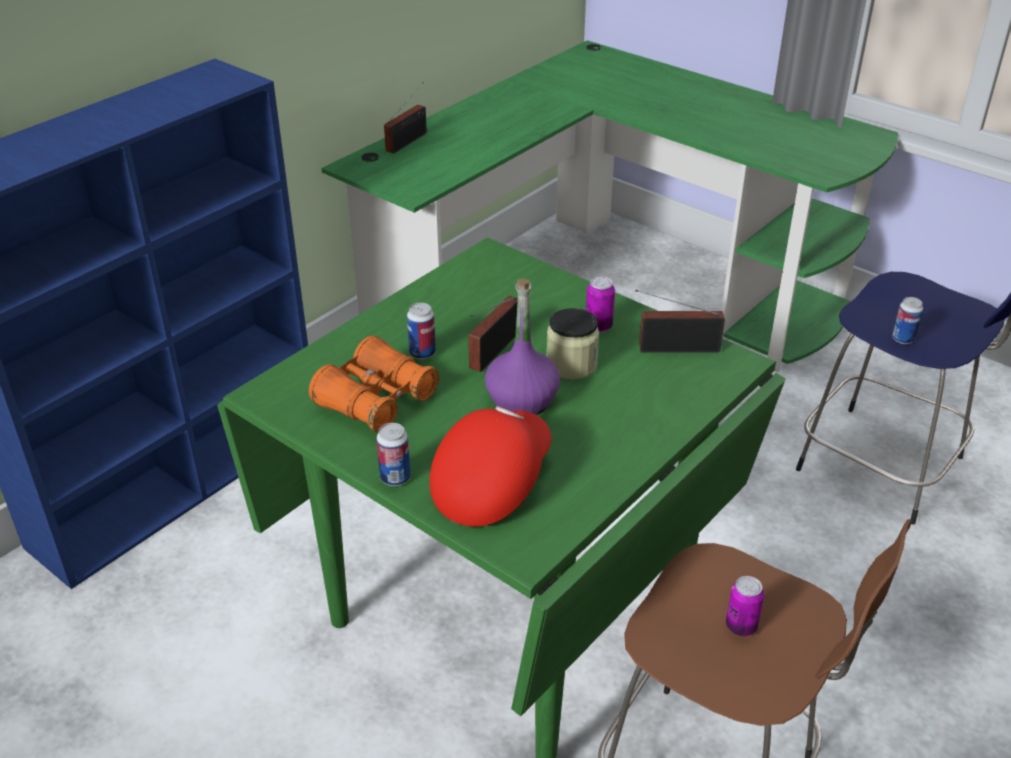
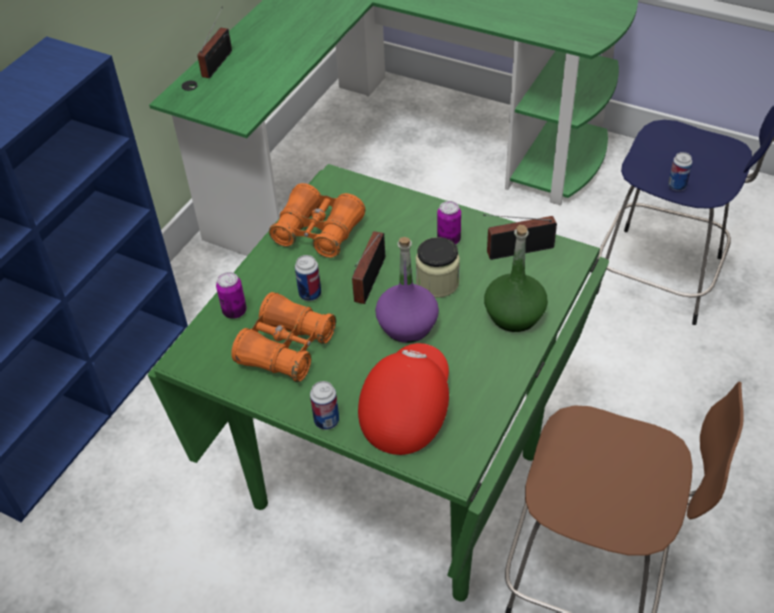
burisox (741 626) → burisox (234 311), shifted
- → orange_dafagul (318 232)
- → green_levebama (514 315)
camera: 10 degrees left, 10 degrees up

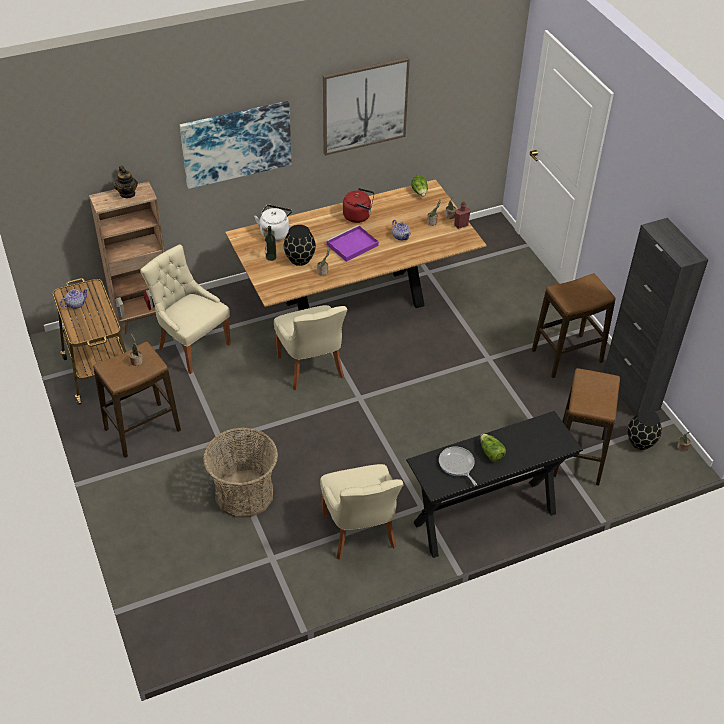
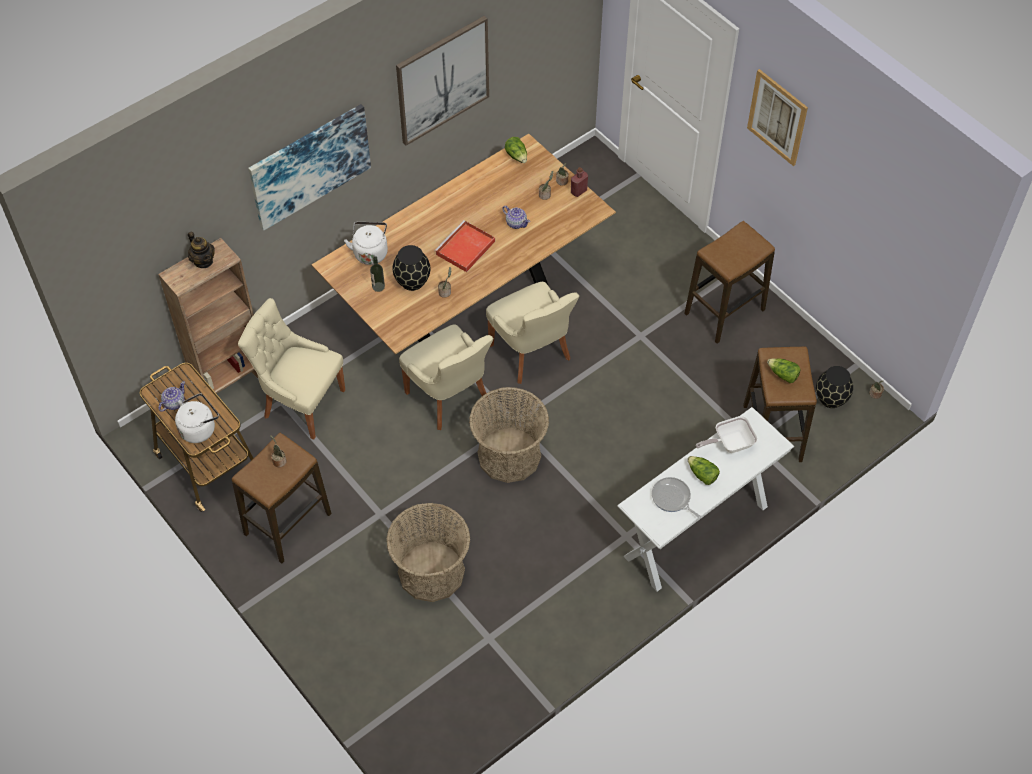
- → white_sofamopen (199 428)
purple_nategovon (351 245) → red_nategovon (465 249)
- → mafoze (509 455)
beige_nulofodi (360 533) → beige_nulofodi (532 354), shifted
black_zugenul (484 518) → white_zugenul (695 531)
- → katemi (729 443)
- → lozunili (777 117)
- → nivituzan (783 375)
red_sofamopen (359 216) → -
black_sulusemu (631 392) → -
camera: 15 degrees left, 10 degrees up

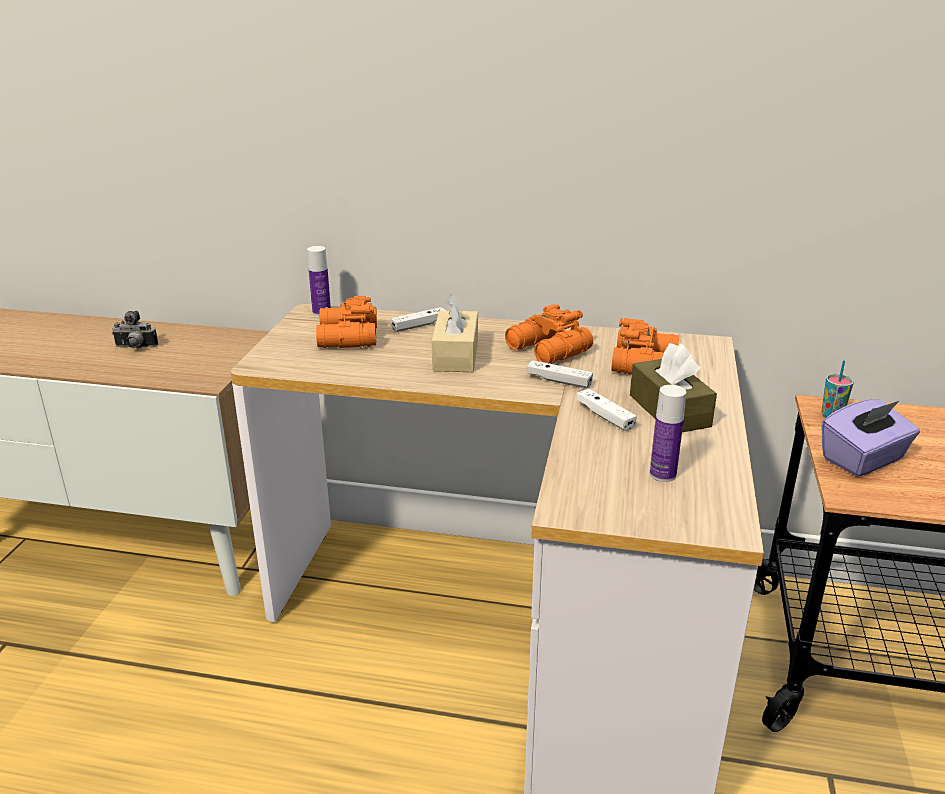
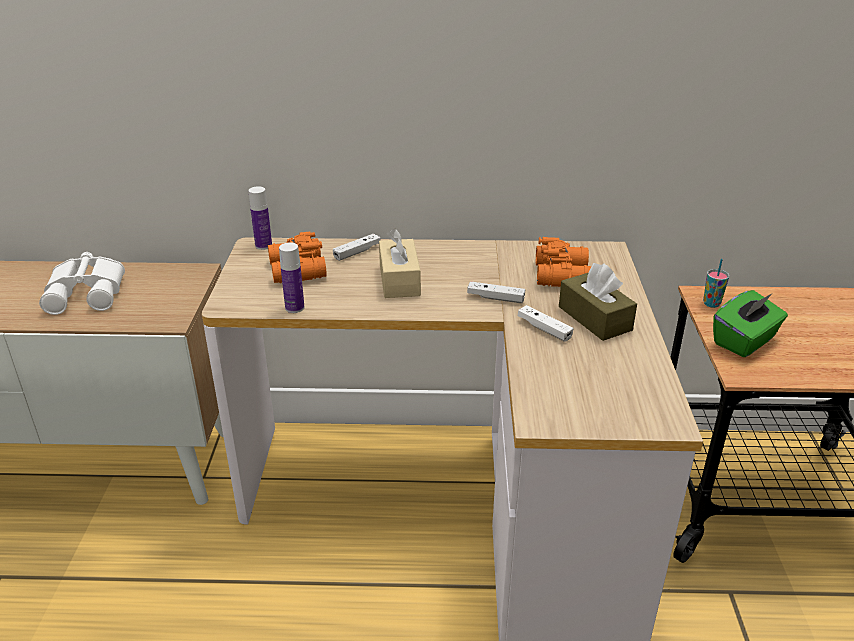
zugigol (135 348) → white_dafagul (88 292)
levebama (662 474) → levebama (294 308), shifted
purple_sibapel (863 460) → green_sibapel (745 341)
orange_dafagul (547 351) → -
camera: 10 degrees left, 5 degrees up

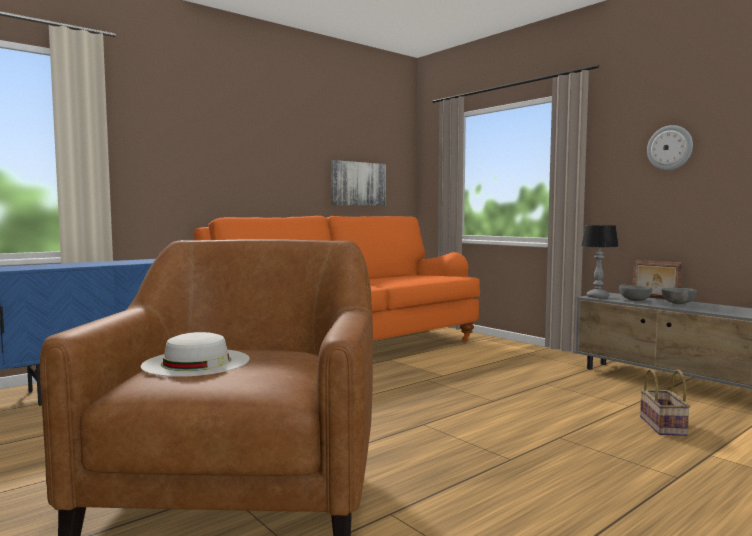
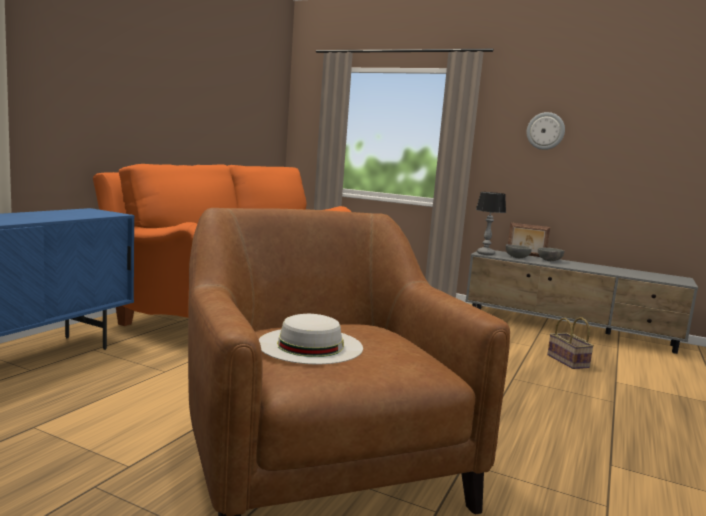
lozunili (358 184) → -
camera: 25 degrees left, 5 degrees up

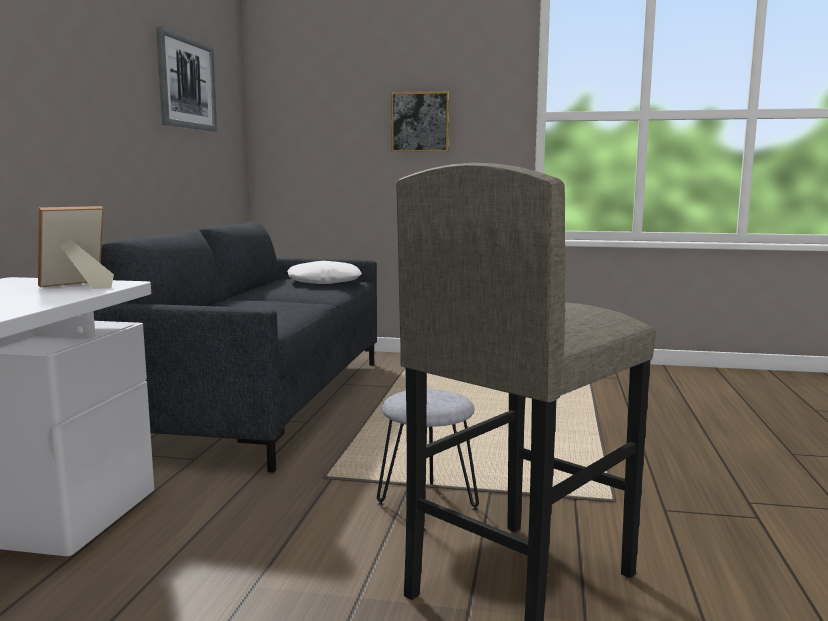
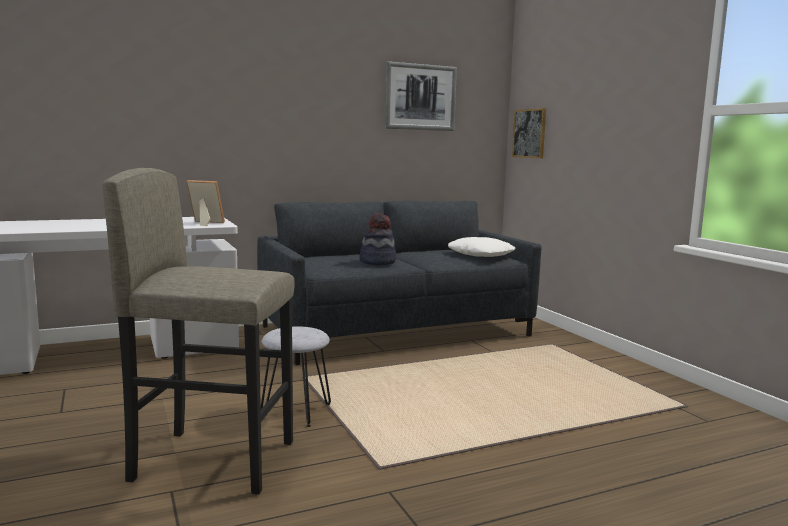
- → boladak (377 262)
lozunili (420 122) → lozunili (529 133), shifted
camera: 55 degrees right, 0 degrees up

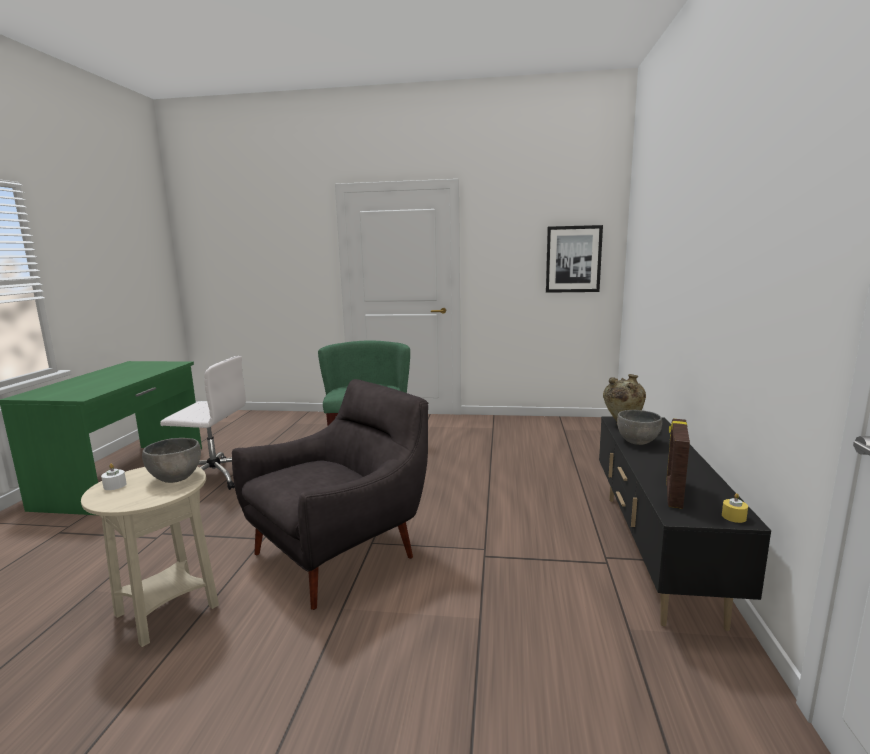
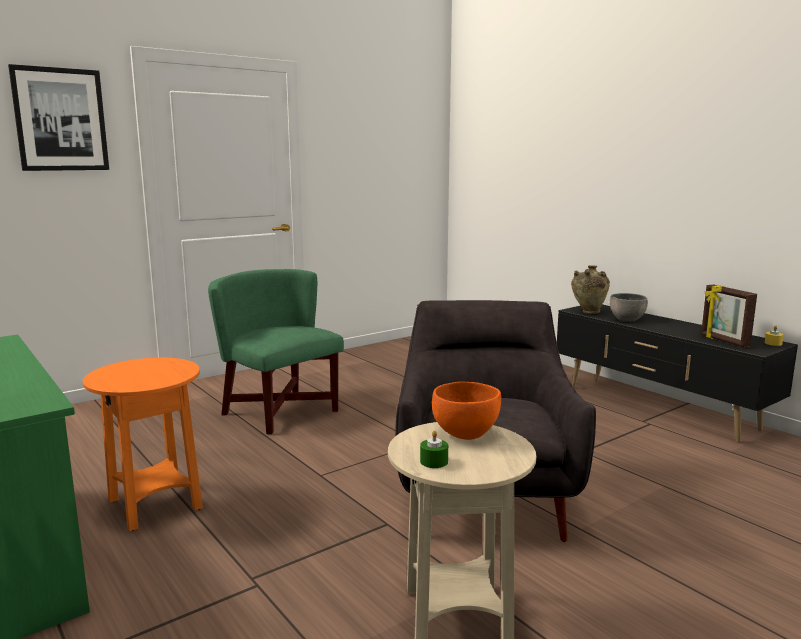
lozunili (573 259) → lozunili (60 119), shifted
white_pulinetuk (214 477) → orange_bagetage (155 505)
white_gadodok (115 485) → green_gadodok (434 461)
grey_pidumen (176 478) → orange_pidumen (466 434)
camera: 45 degrees left, 0 degrees up

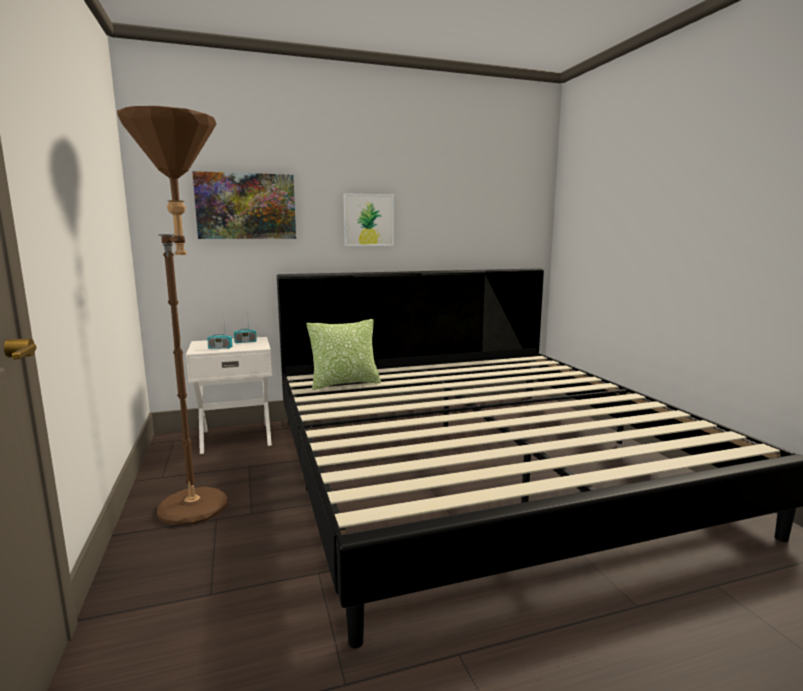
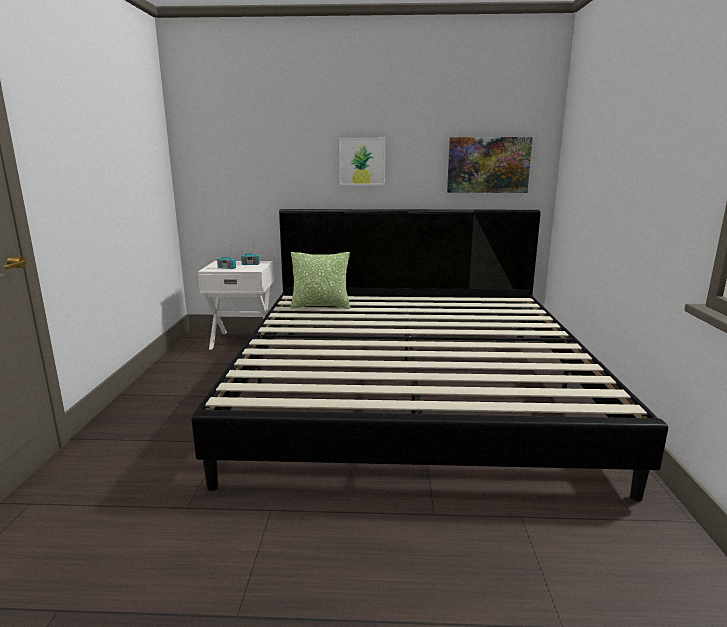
lozunili (246 206) → lozunili (488 165), shifted
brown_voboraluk (200 500) → -
camera: 20 degrees right, 5 degrees up

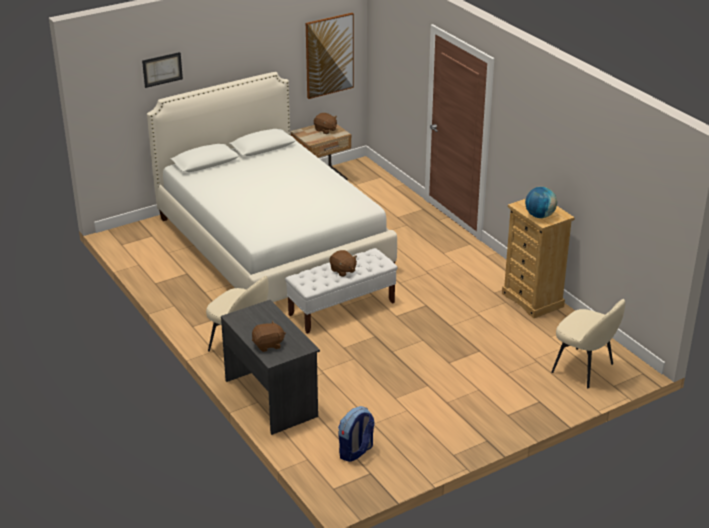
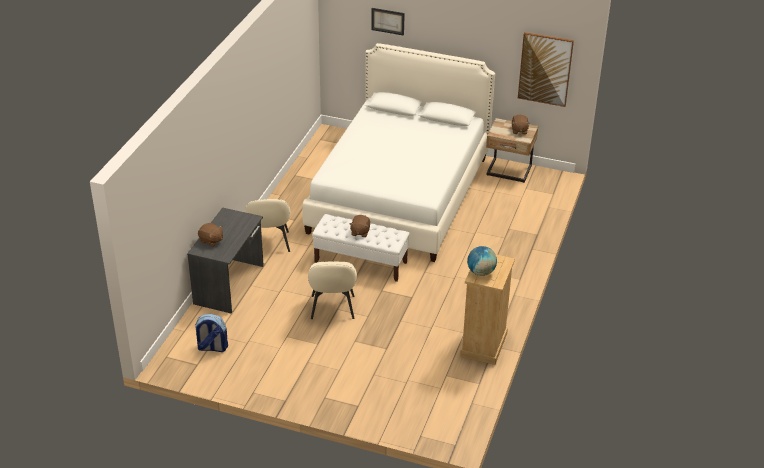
beige_nulofodi (584 368) → beige_nulofodi (332 308), shifted
camera: 50 degrees right, 5 degrees up

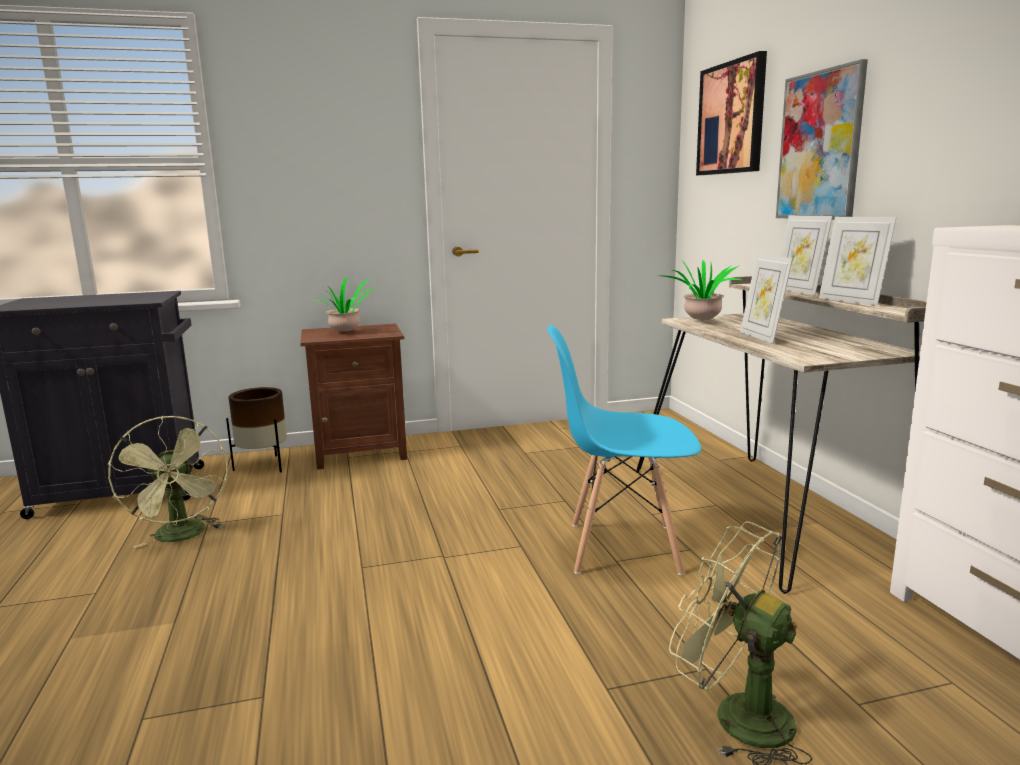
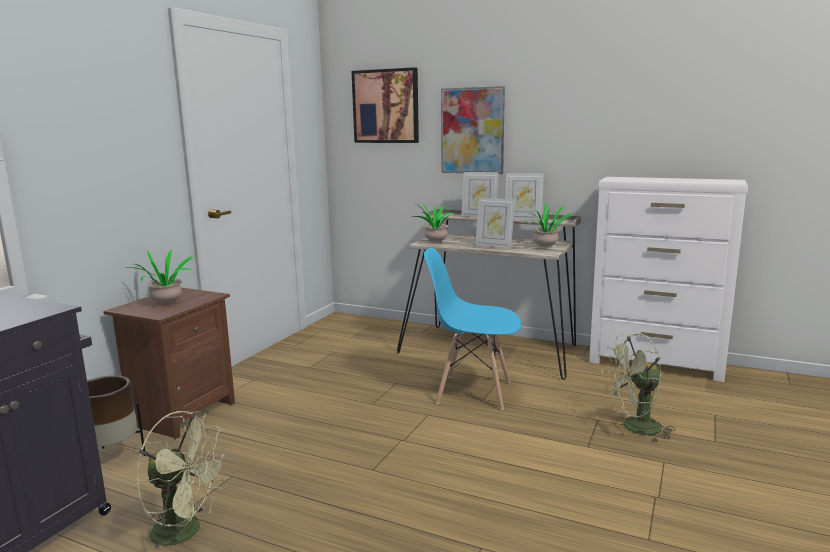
blue_nulofodi (622 548) → blue_nulofodi (473 392), 60 degrees clockwise
- → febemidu (546 247)
camera: 50 degrees left, 0 degrees up

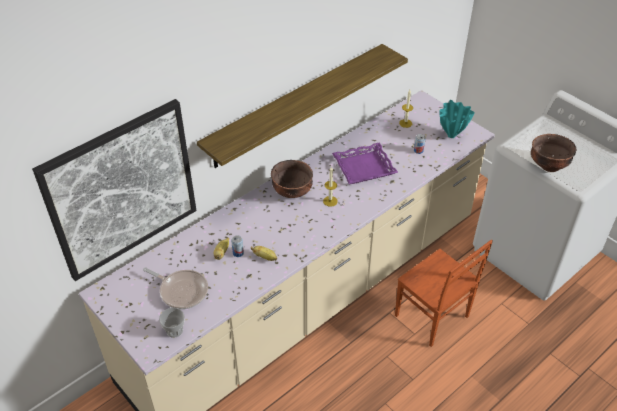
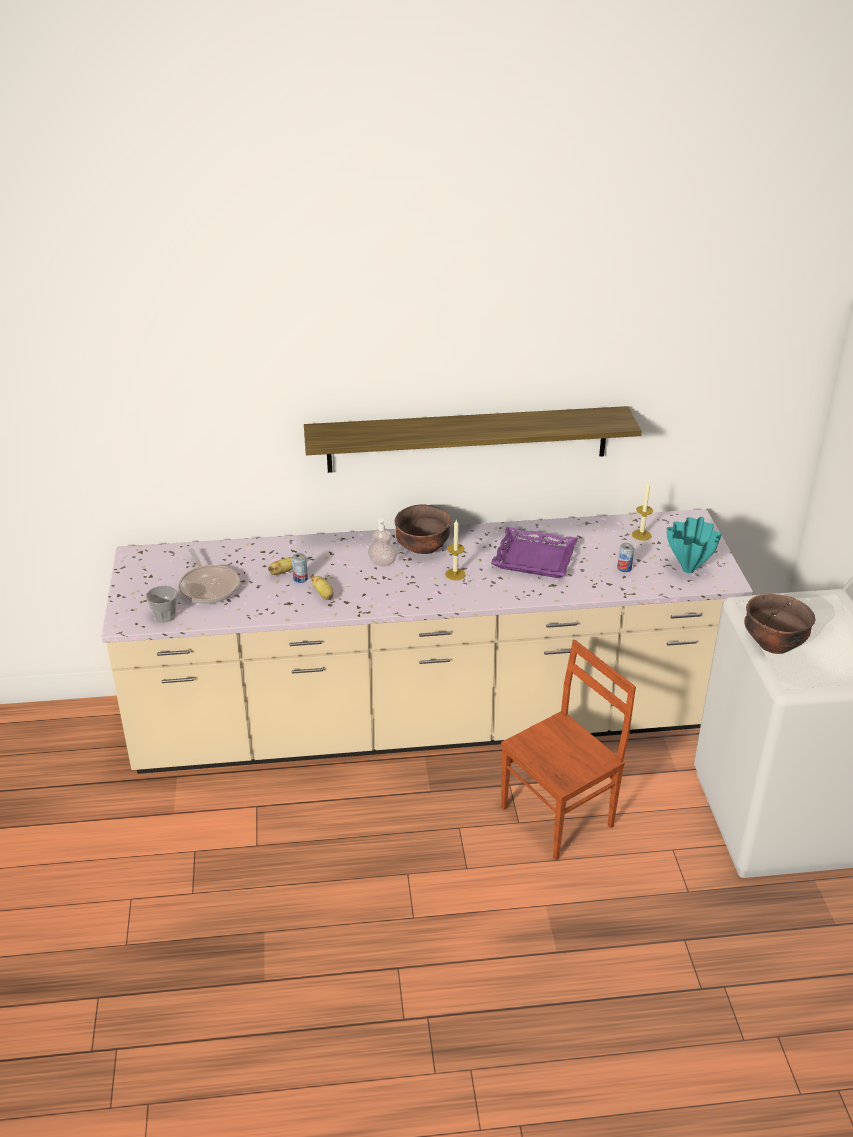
- → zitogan (382 562)
brown_nulofodi (432 317) → brown_nulofodi (559 817), 120 degrees counterclockwise
lozunili (122 190) → -
camera: 35 degrees right, 10 degrees down

